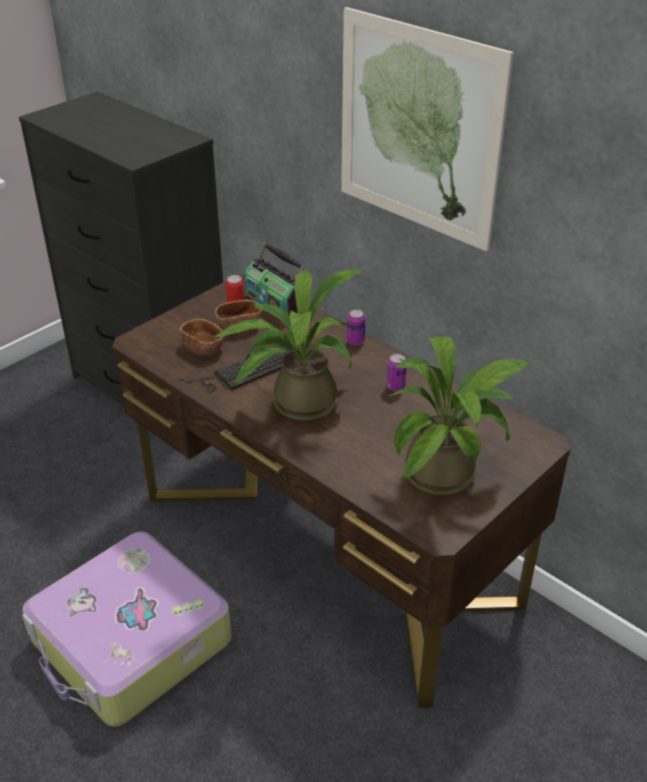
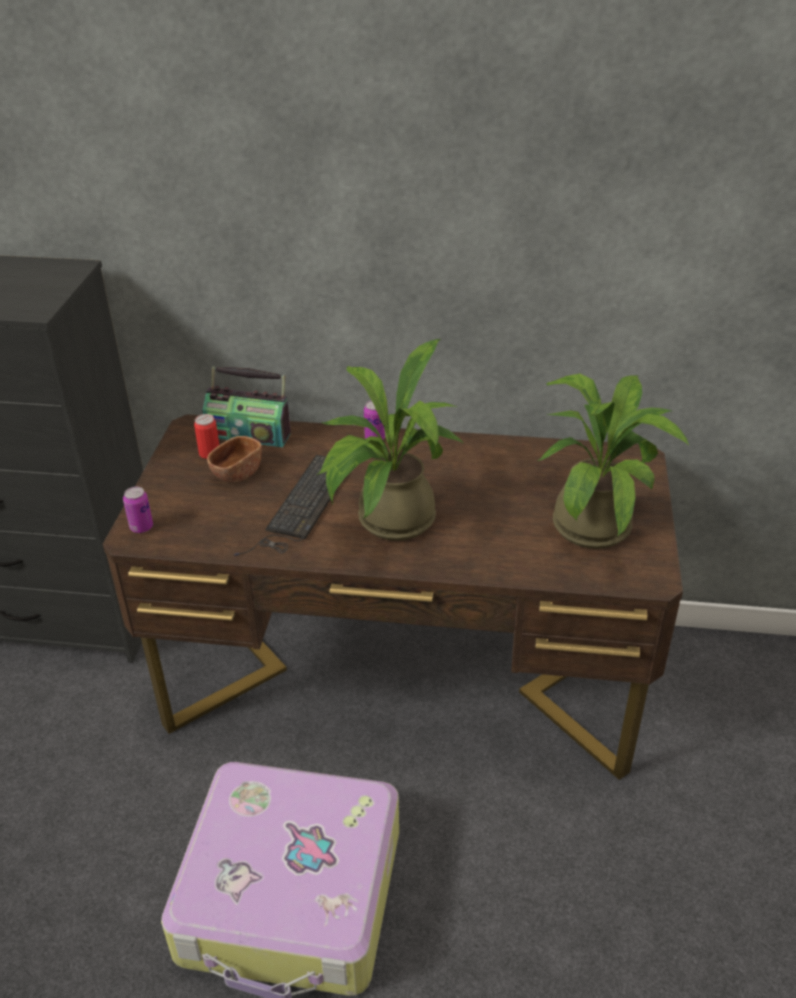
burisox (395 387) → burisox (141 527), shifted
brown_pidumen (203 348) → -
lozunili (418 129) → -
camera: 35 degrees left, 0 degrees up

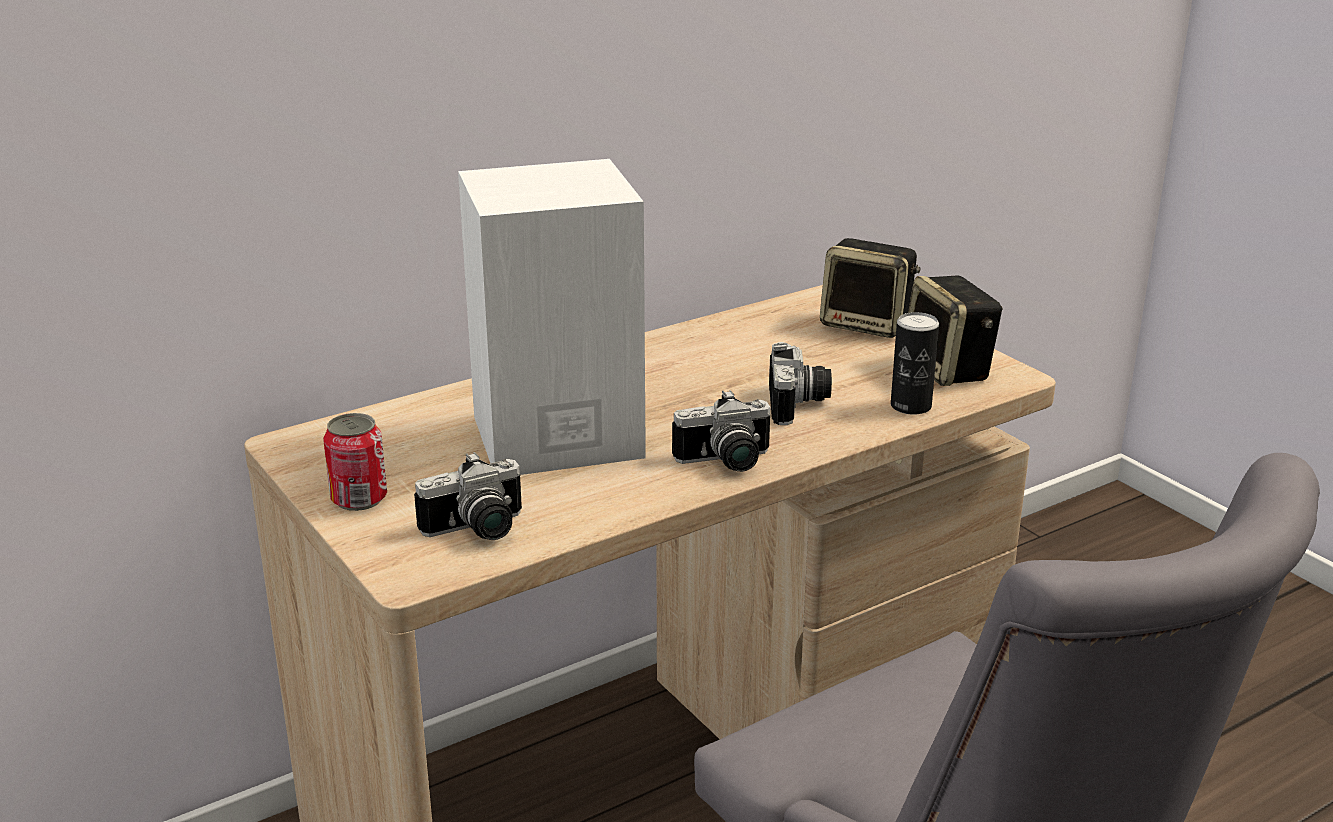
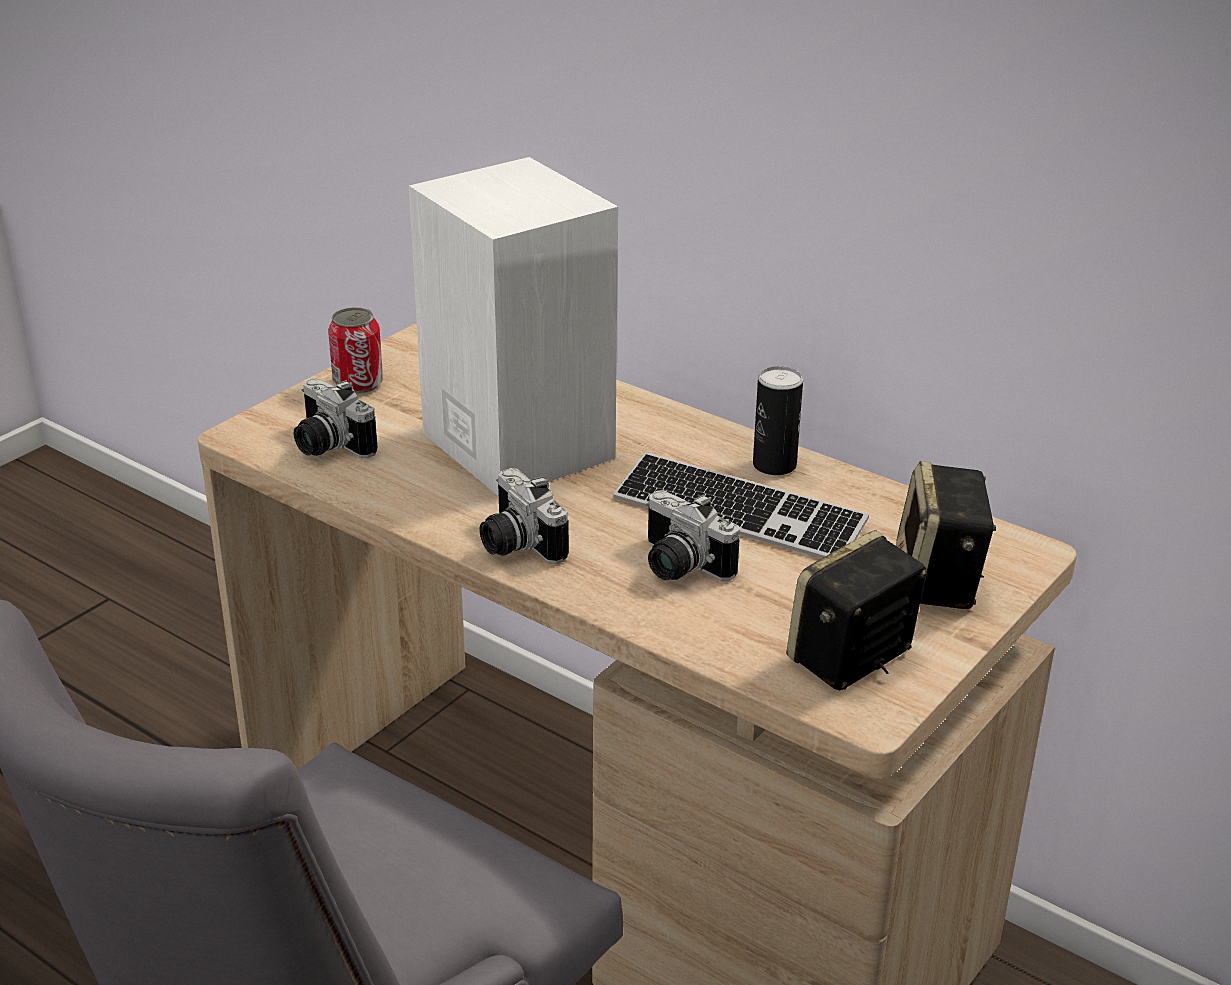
- → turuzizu (738 513)
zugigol (799 404) → zugigol (678 567), 60 degrees clockwise
burisox (911 406) → burisox (774 465), shifted
camera: 70 degrees right, 5 degrees up

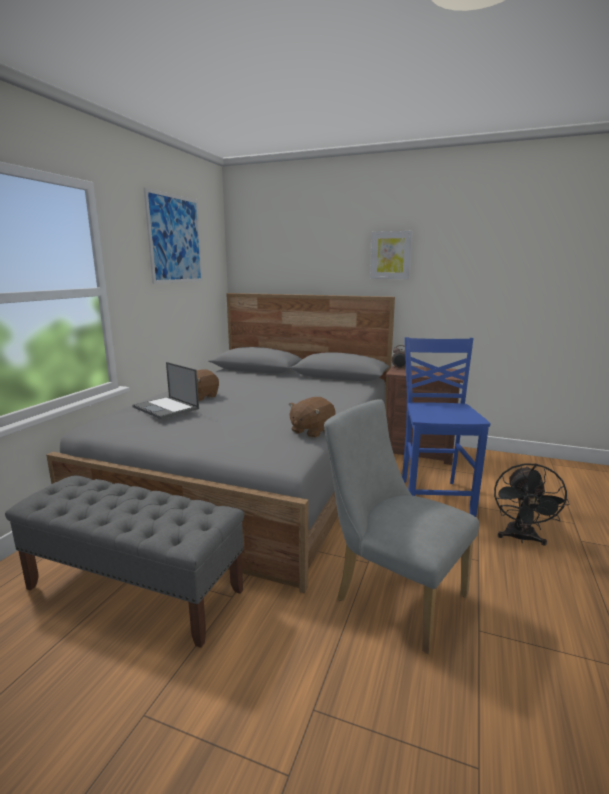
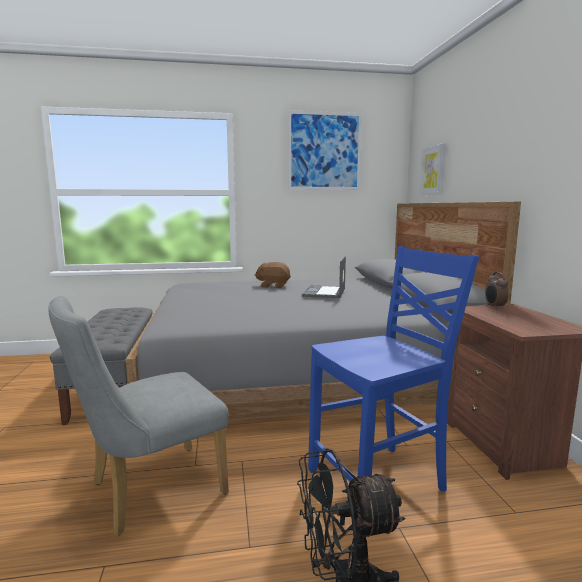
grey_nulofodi (392 594) → grey_nulofodi (148 491), 135 degrees counterclockwise
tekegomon (166 408) → tekegomon (324 292), shifted
lozunili (391 255) → lozunili (433 170), shifted
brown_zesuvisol (311 431) → -
camera: 60 degrees right, 5 degrees down

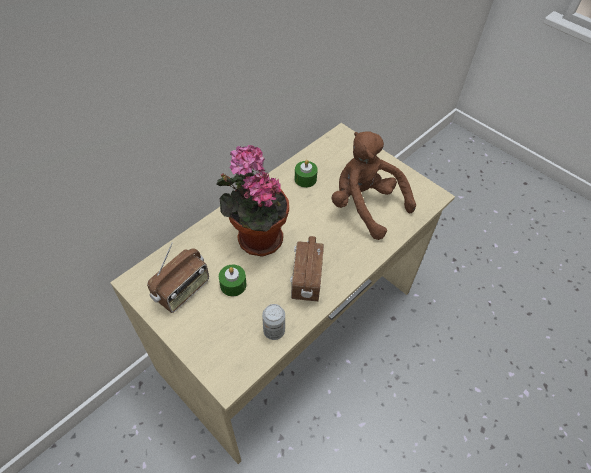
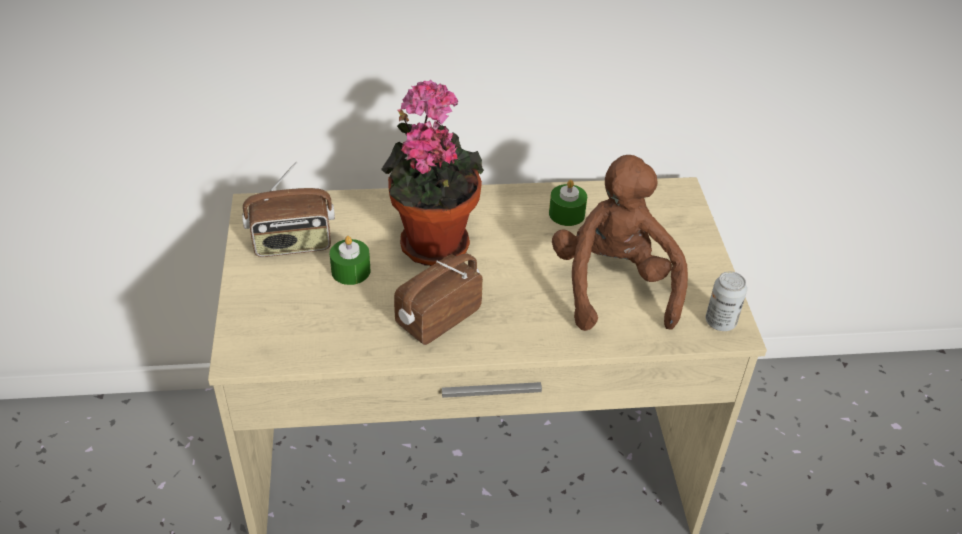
burisox (274 331) → burisox (720 322), shifted
camera: 40 degrees right, 10 degrees down

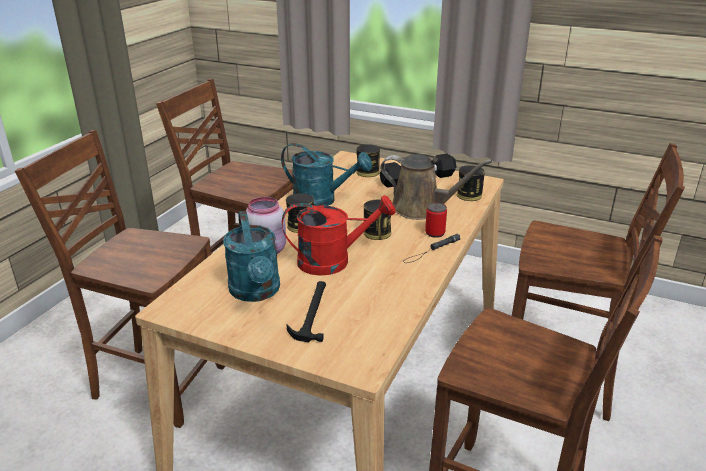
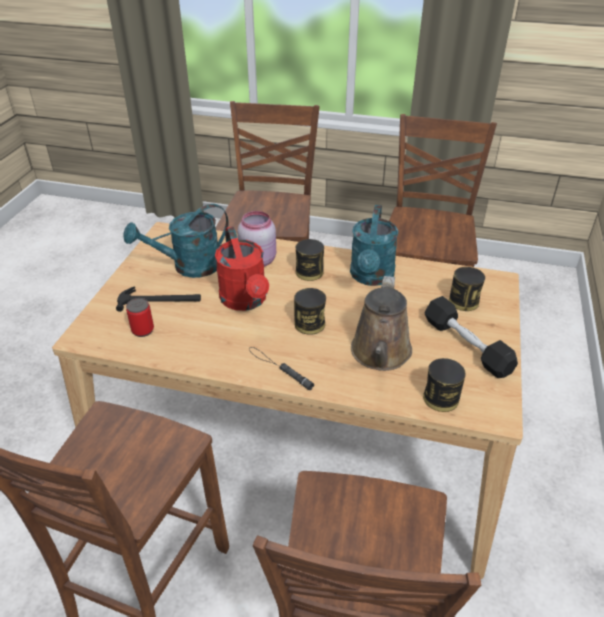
burisox (435 233) → burisox (143 330), shifted
camera: 80 degrees right, 10 degrees up

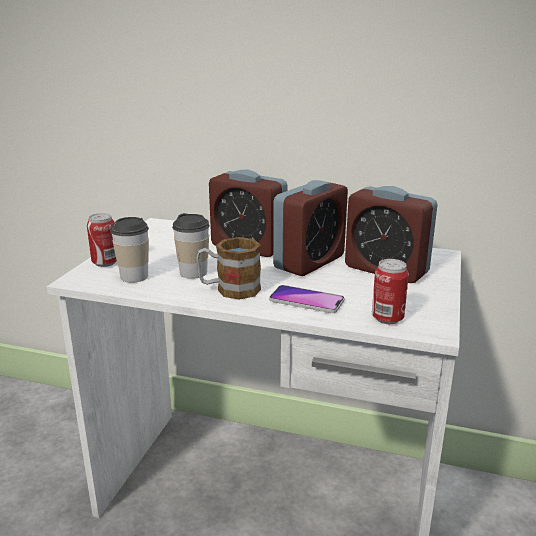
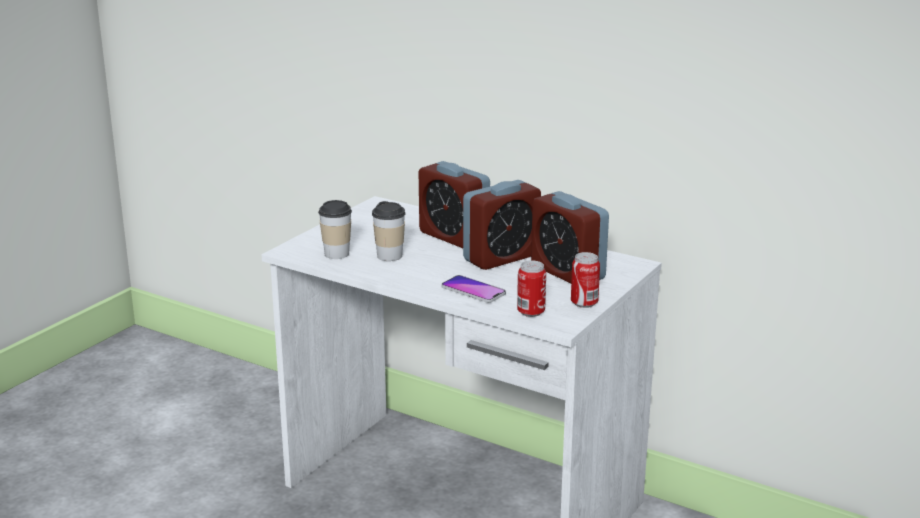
burisox (105 263) → burisox (584 303), shifted
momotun (229 290) → -
camera: 15 degrees right, 0 degrees up

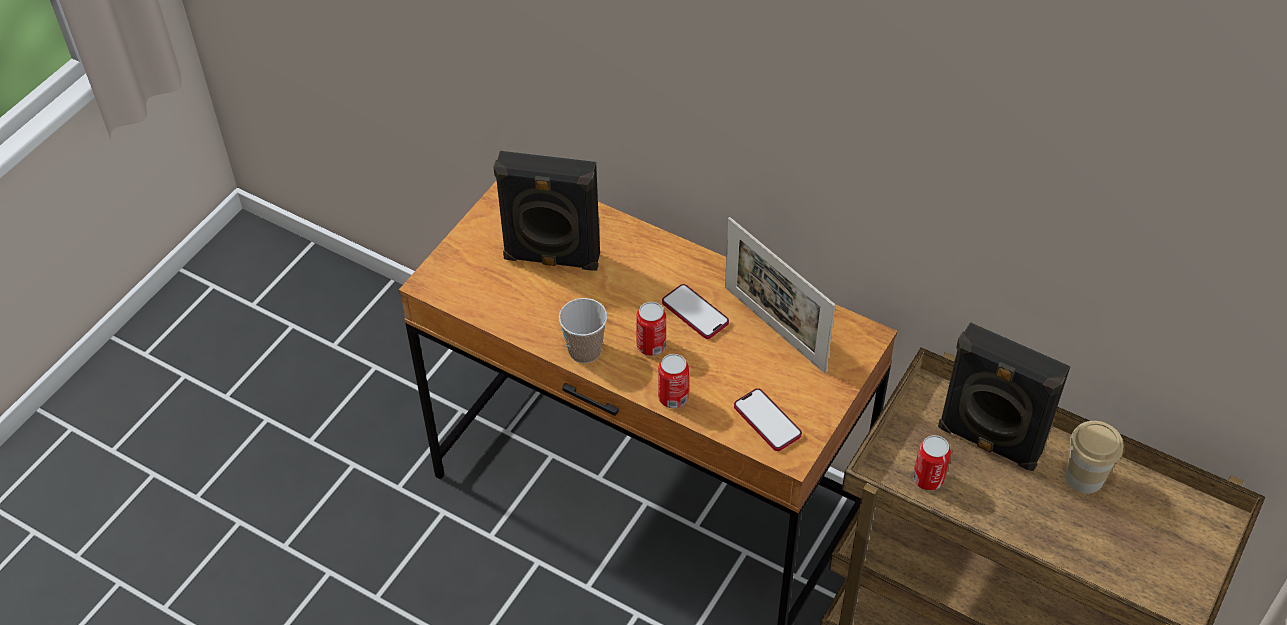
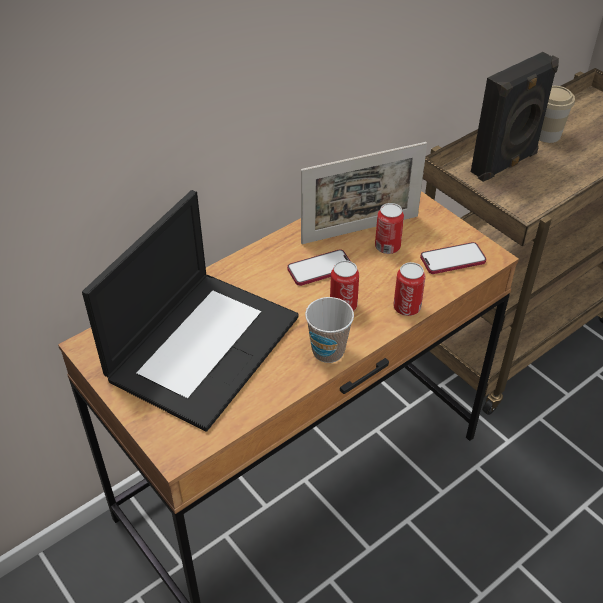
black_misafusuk (551 259) → tekegomon (203 345)
burisox (928 479) → burisox (387 247), shifted
camera: 70 degrees left, 5 degrees down

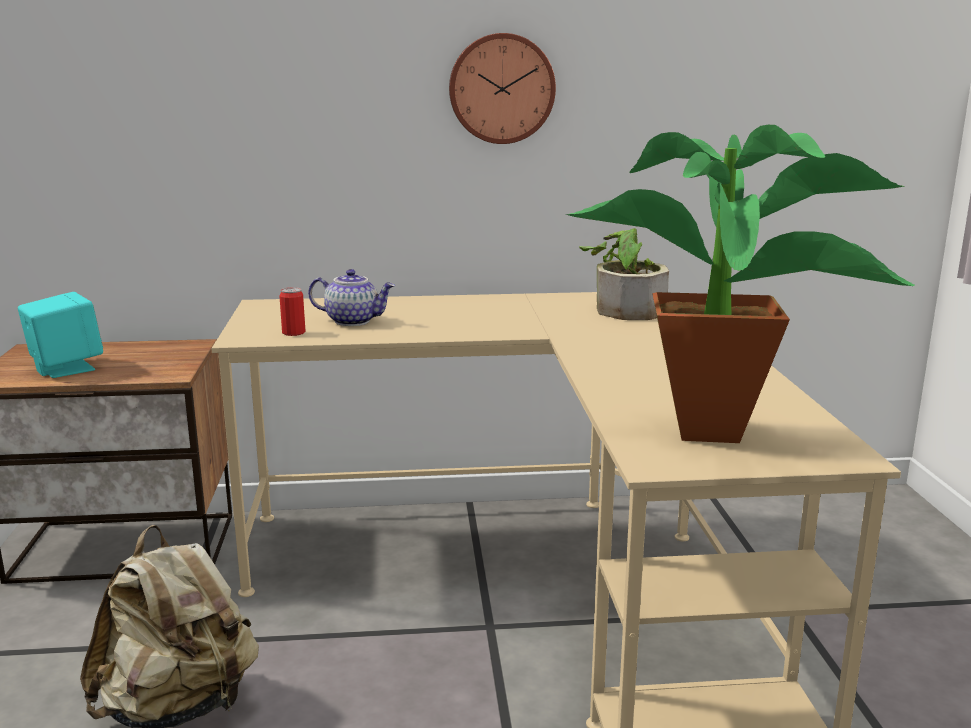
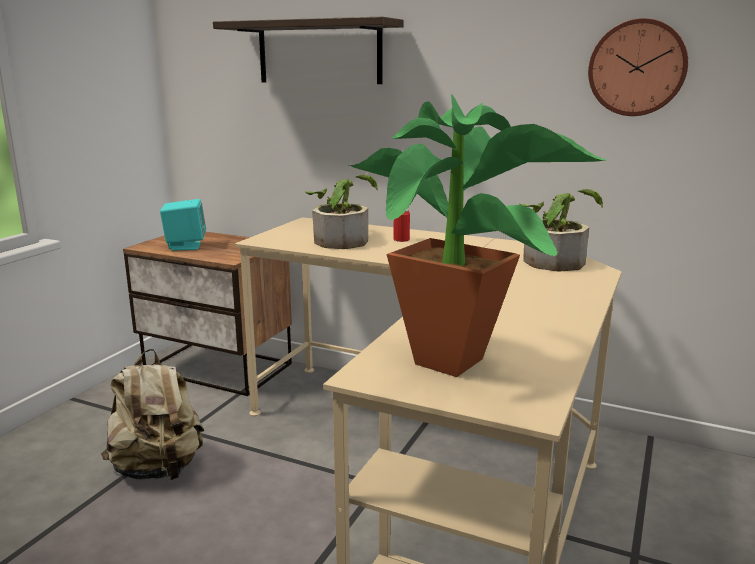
- → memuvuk (319 53)
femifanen (353 321) → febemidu (342 240)
burisox (293 332) → burisox (401 239), shifted
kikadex (501 89) → kikadex (637 68), shifted
camera: 30 degrees right, 0 degrees up

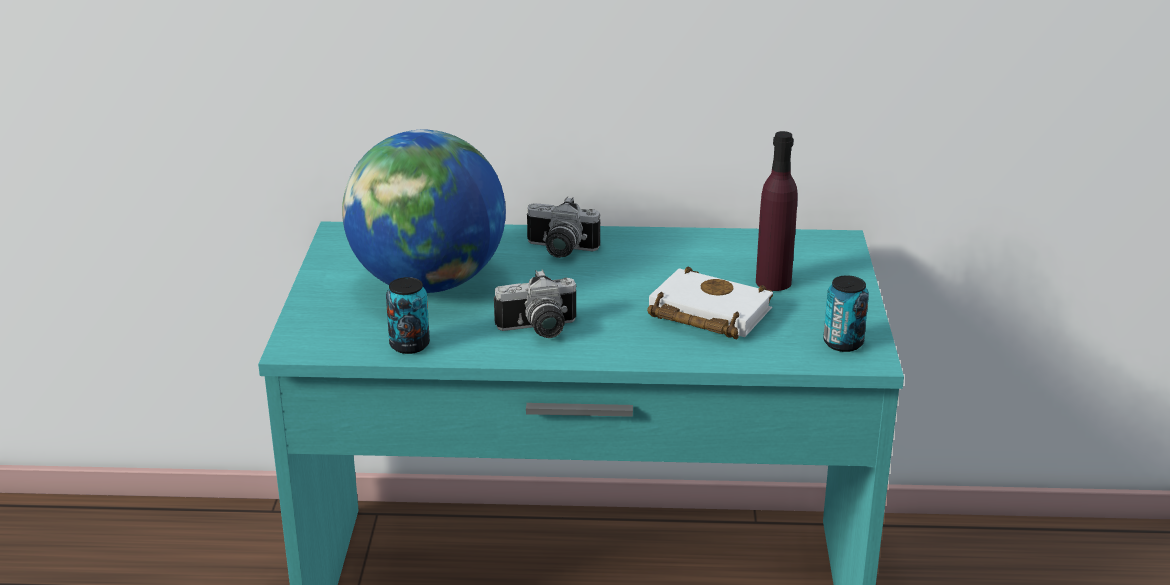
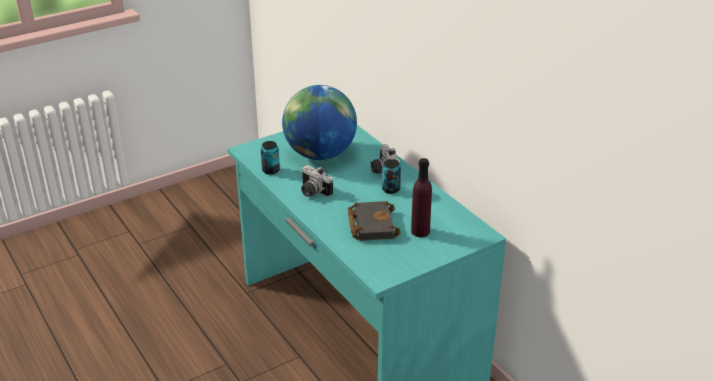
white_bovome (705 313) → black_bovome (371 224)
burisox (843 343) → burisox (391 189), shifted
camera: 55 degrees right, 5 degrees up

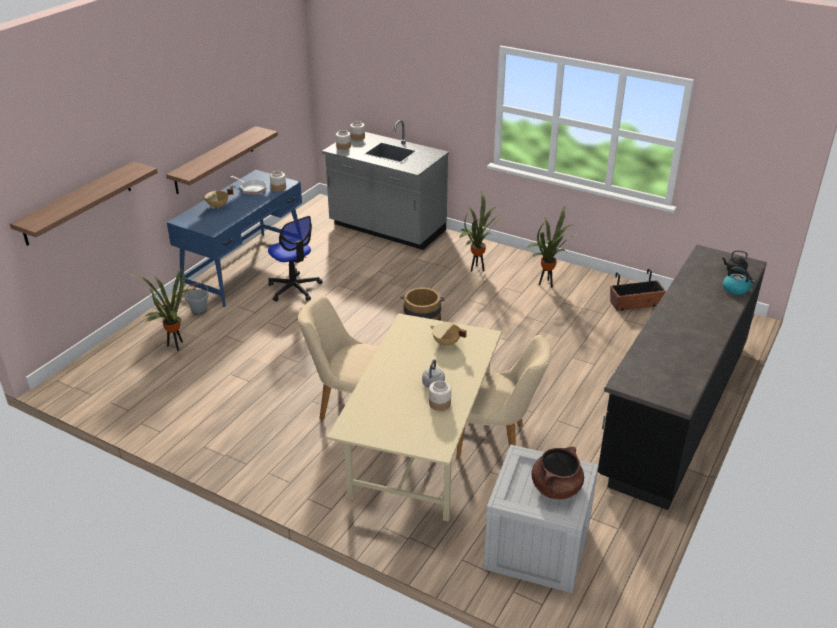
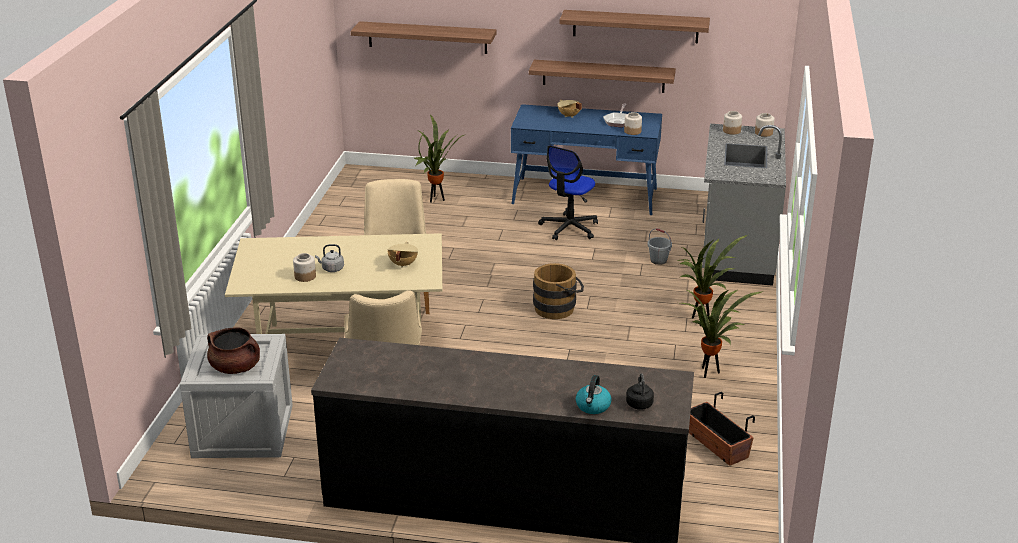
- → memuvuk (635 26)
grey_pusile (199 310) → grey_pusile (658 260), shifted
camera: 70 degrees right, 5 degrees down

